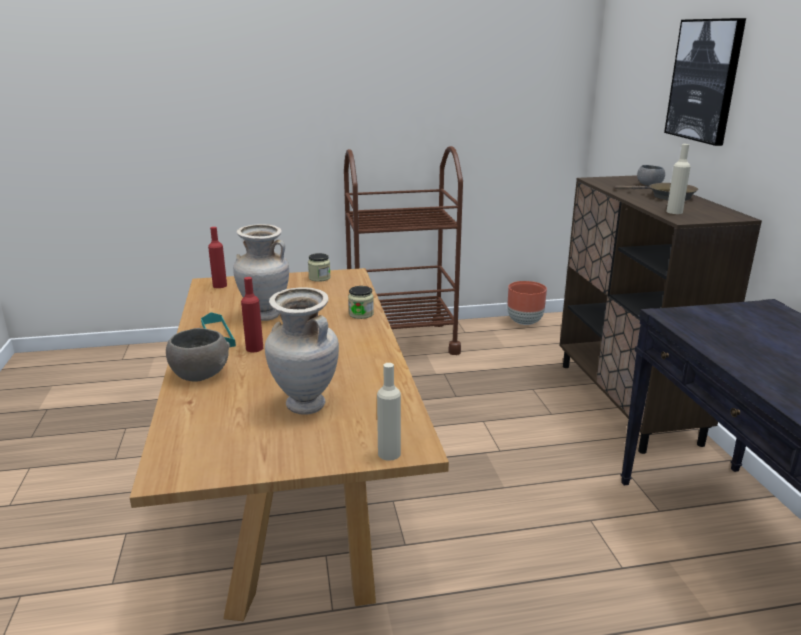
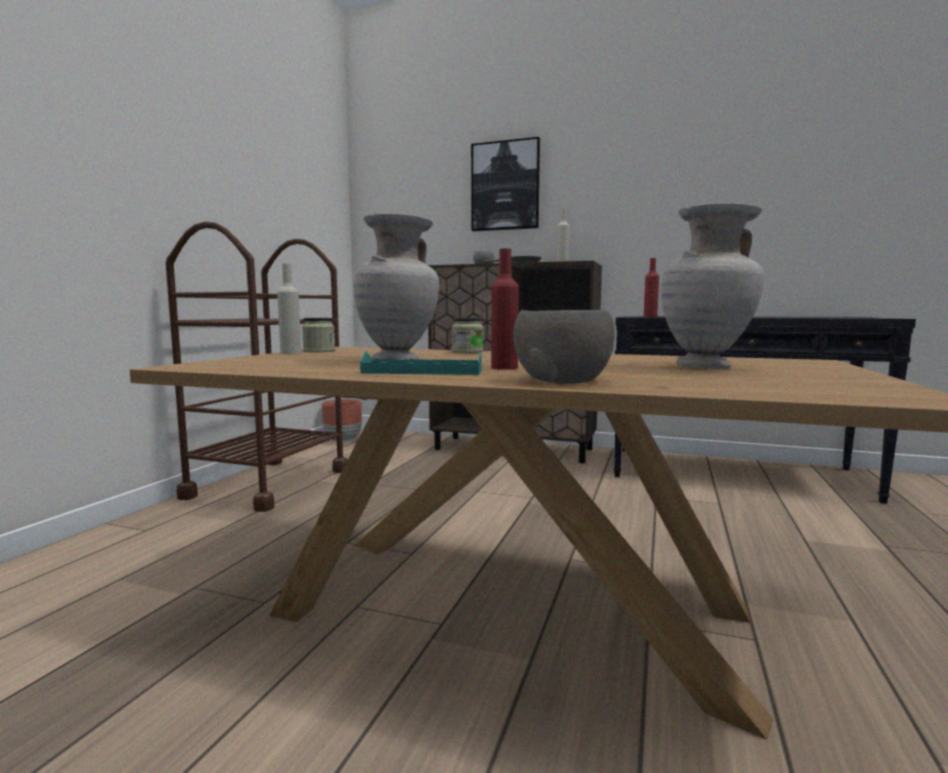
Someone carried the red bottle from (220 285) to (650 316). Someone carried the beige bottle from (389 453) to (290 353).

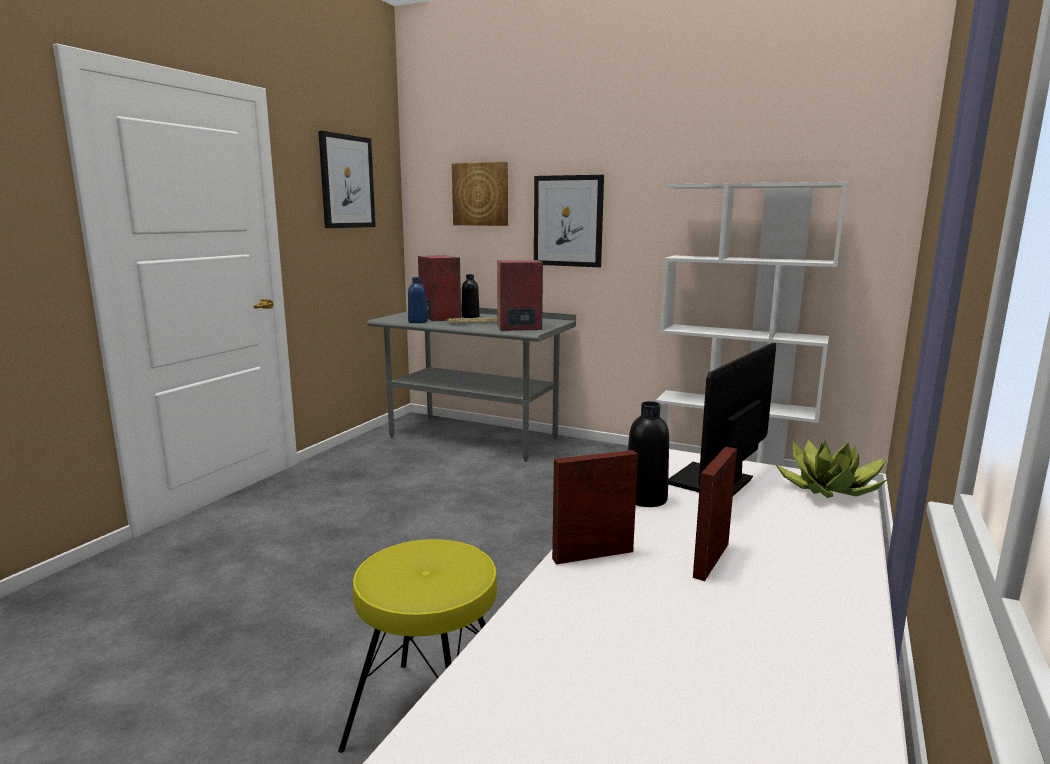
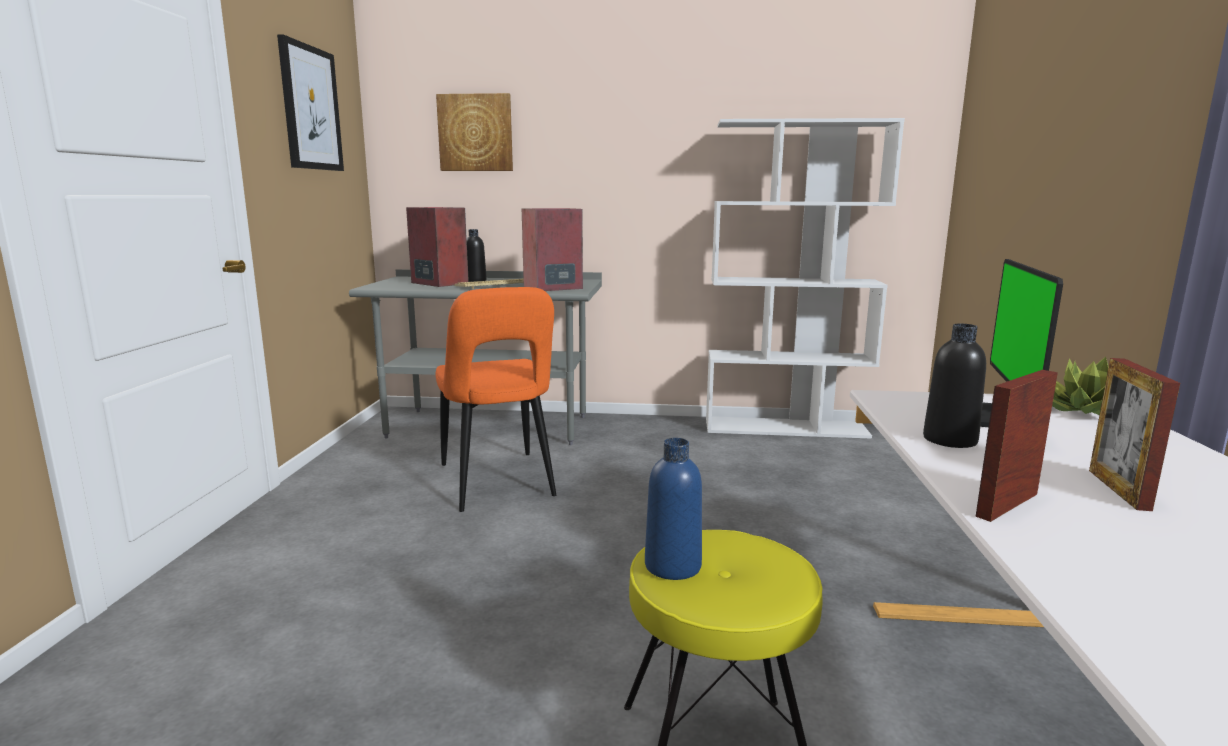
Someone took away the picture at (568 221). Someone put down the orange chair at (498 483). Someone carried the blue bottle from (417 322) to (672 566).

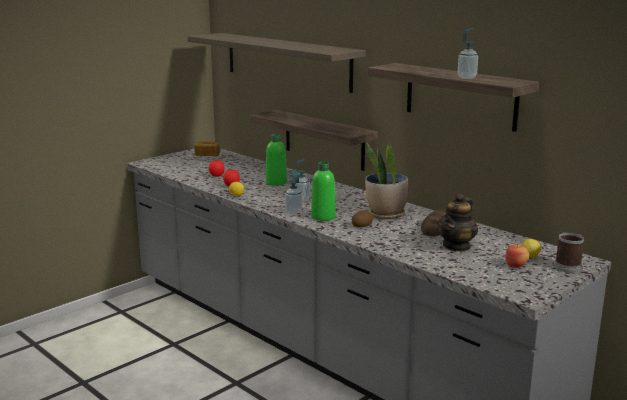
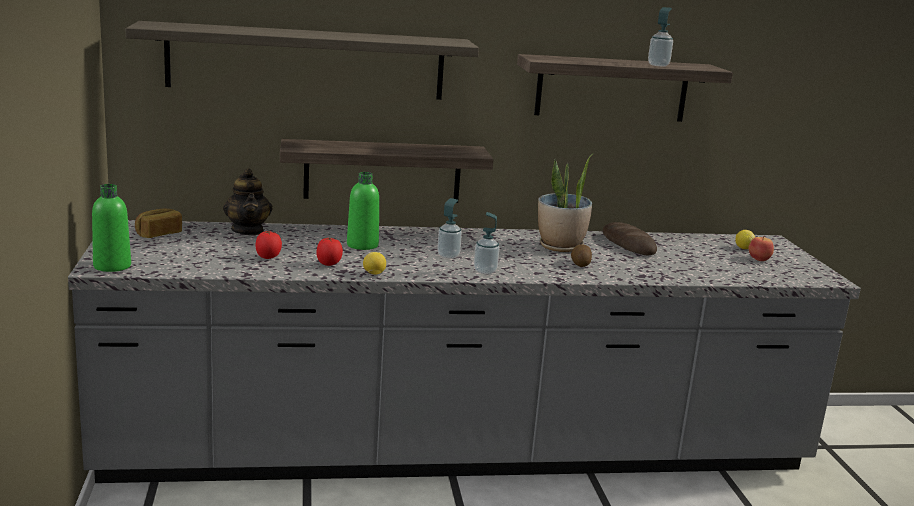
Someone took away the mug at (566 266). Someone carried the green bottle from (323 217) to (112 266). Someone carried the teapot from (457 246) to (248 231).

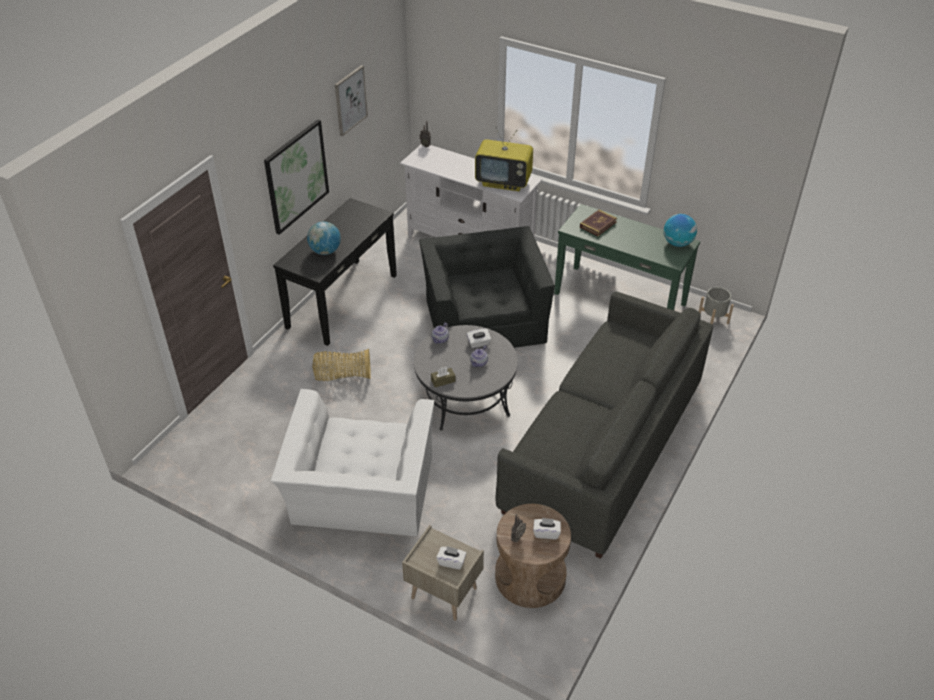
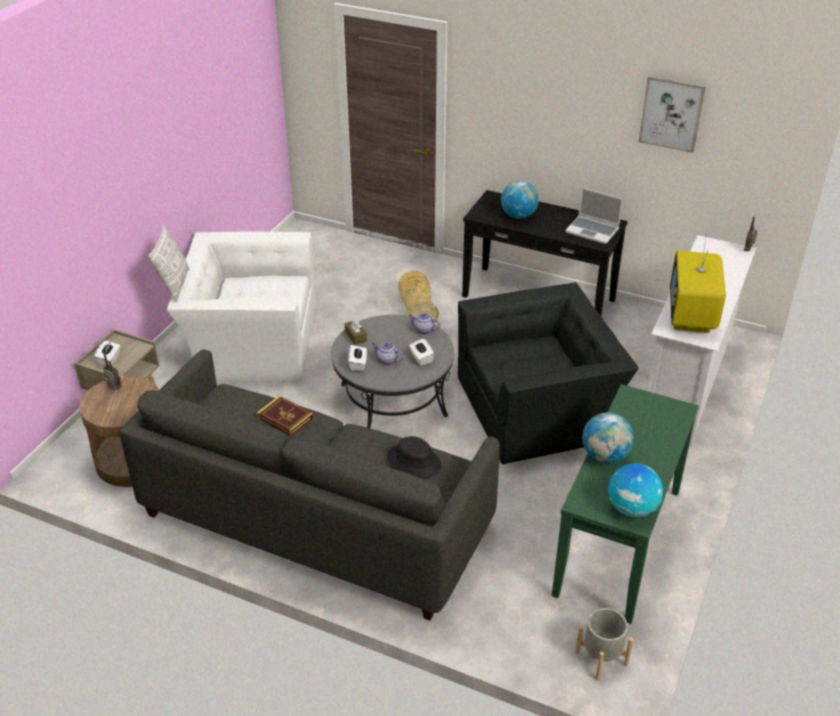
Someone took away the picture at (296 176). Someone put down the pillow at (174 285). Someone put down the black hat at (414 462). Someone put down the laptop at (593 231). Someone put down the globe at (605 456). Someone carried the white tissue box from (546 533) to (358 364). Someone carried the book from (598 225) to (285 418).

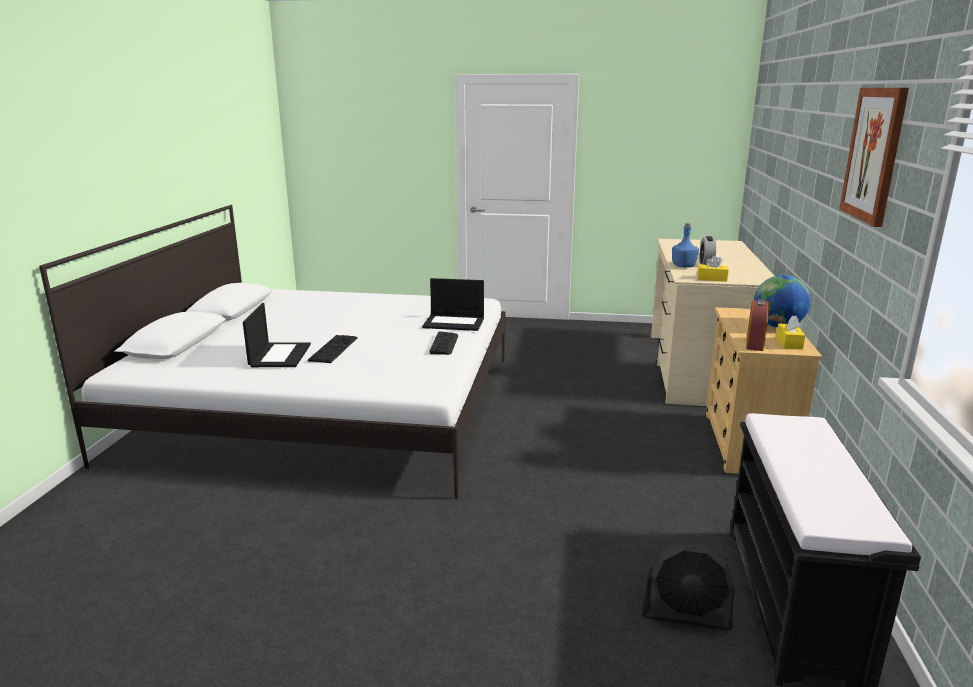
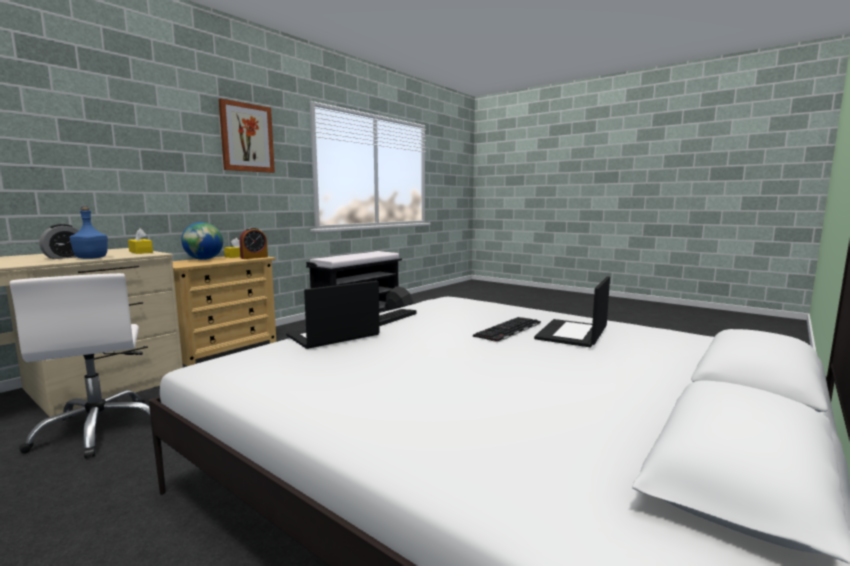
Someone put down the white office chair at (99 430). Someone rotated the laptop at (454 323) by 75 degrees counterclockwise.

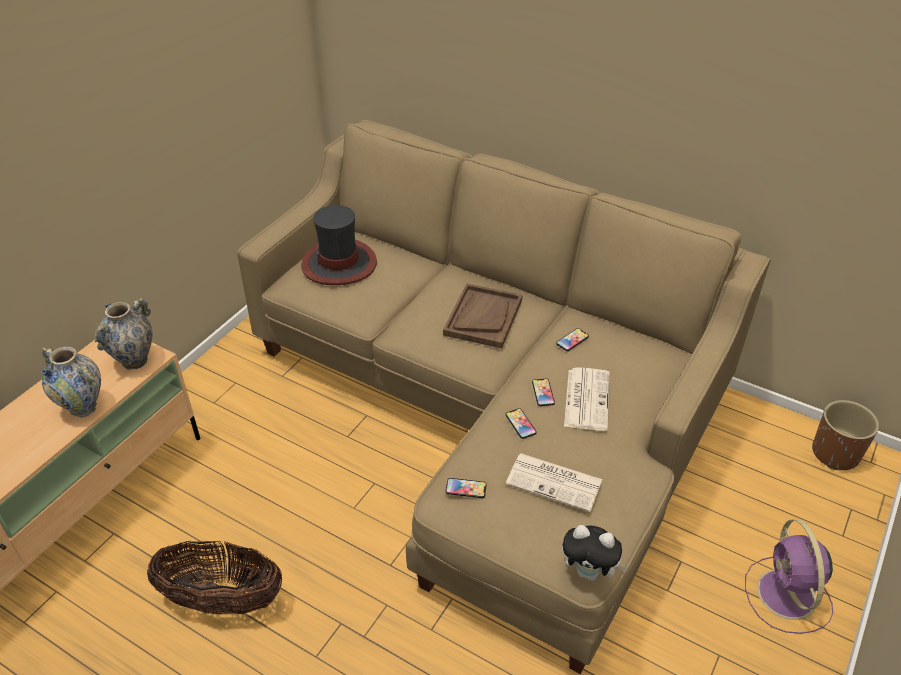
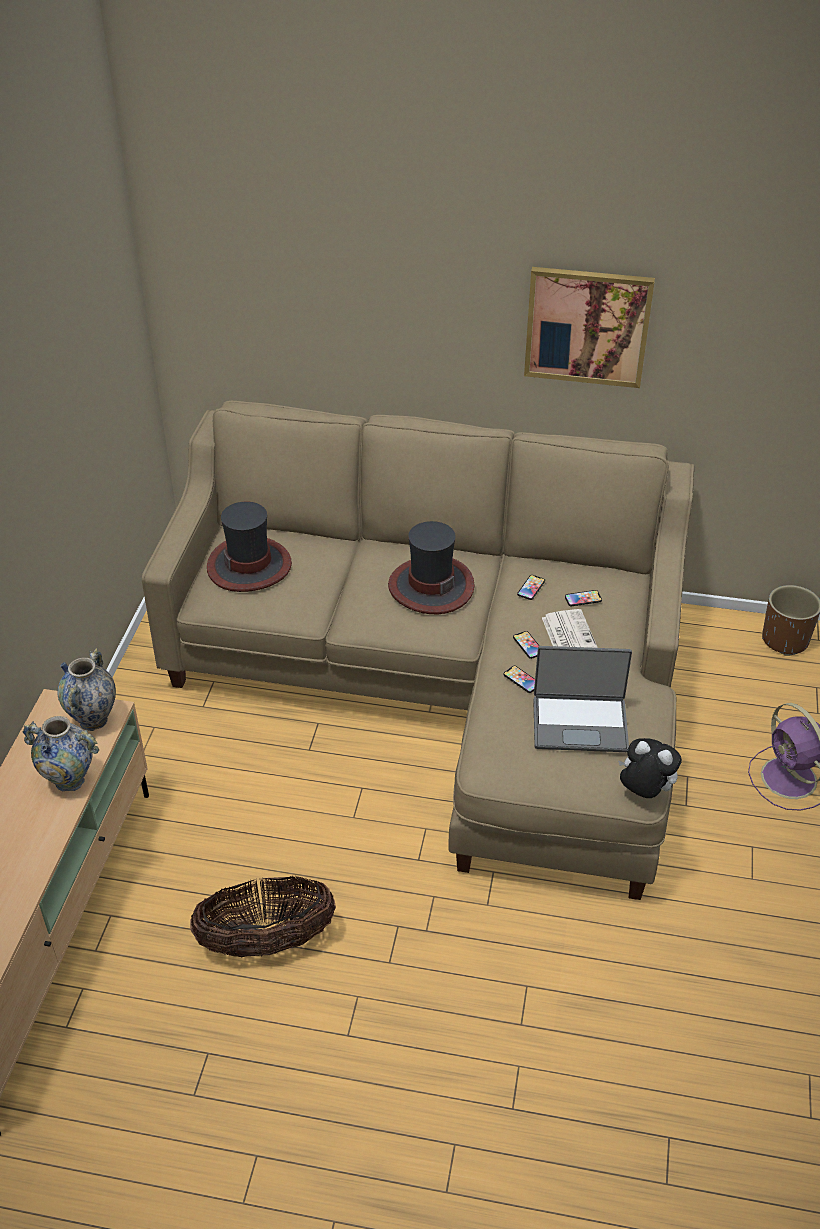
Someone put up the picture at (587 326). Someone carried the phone from (466 488) to (583 599). Someone swapped the brown tray at (483 317) for the hat at (430 586). Someone swapped the newspaper at (555 482) for the laptop at (580 723). Someone rotated the plush toy at (589 572) by 150 degrees counterclockwise.

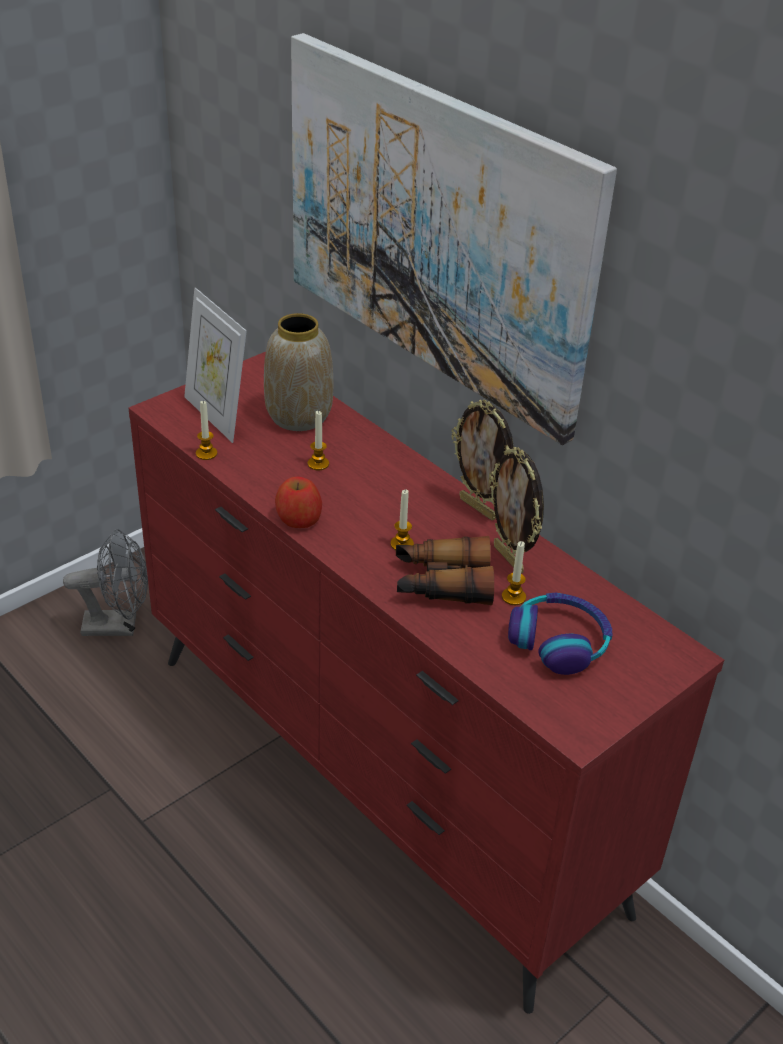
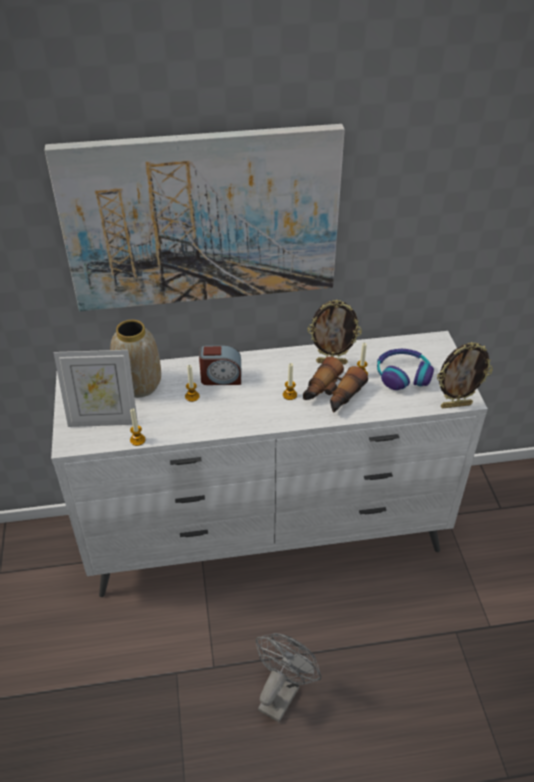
Someone took away the apple at (298 518). Someone put down the alarm clock at (221 377). Someone carried the grey fan from (118 625) to (282 692). Someone carried the picture frame from (478 508) to (455 405). Someone repainted the red dresser at (380 781), which became the white dresser at (268 537).

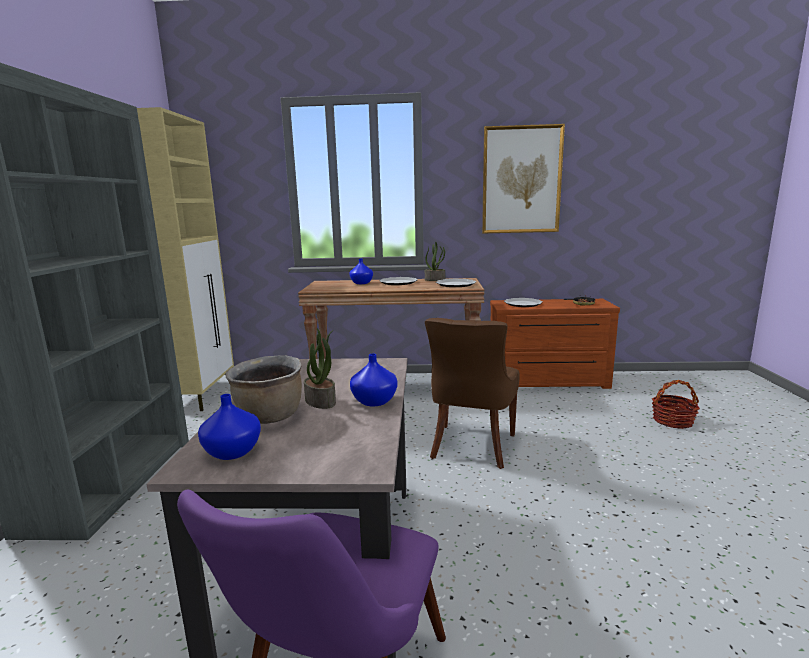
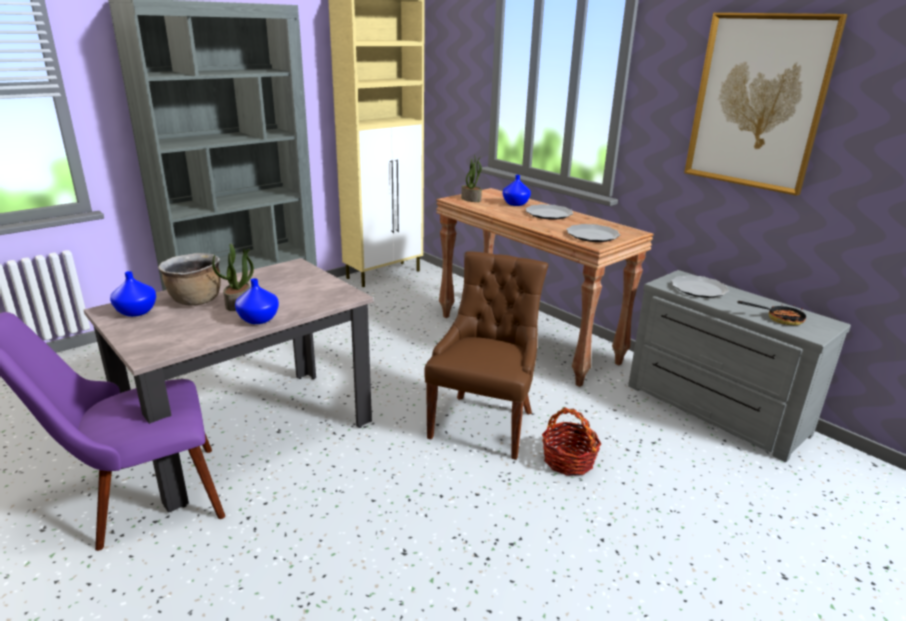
Someone carried the potted plant from (435 279) to (471 199). Someone carried the basket from (672 421) to (568 460). Someone repainted the brown dresser at (548 382), which became the grey dresser at (713 411). Someone rotated the brown chair at (471 447) by 135 degrees clockwise.

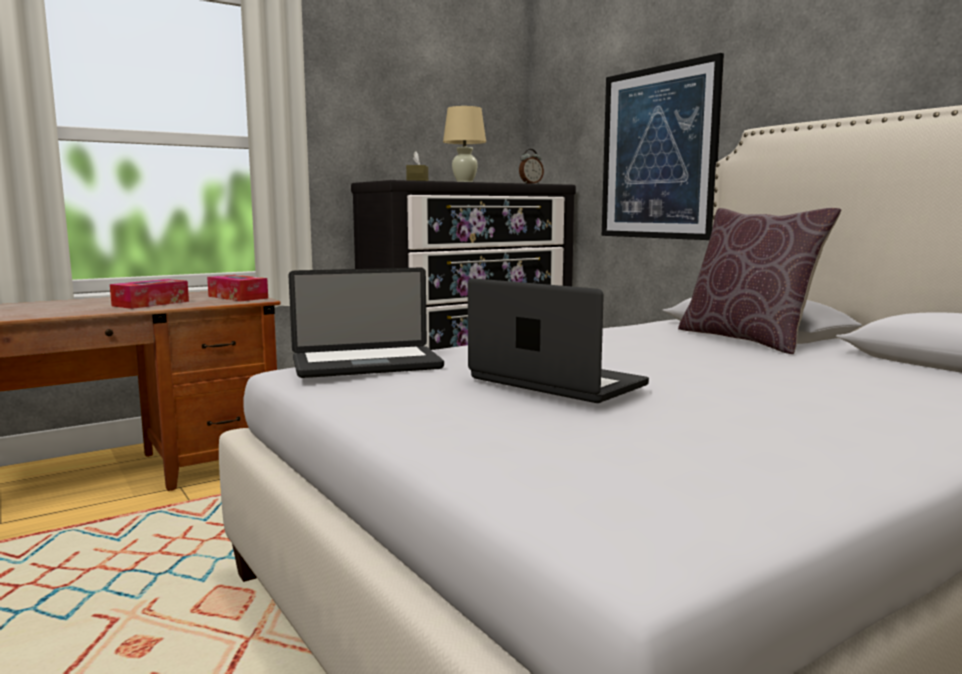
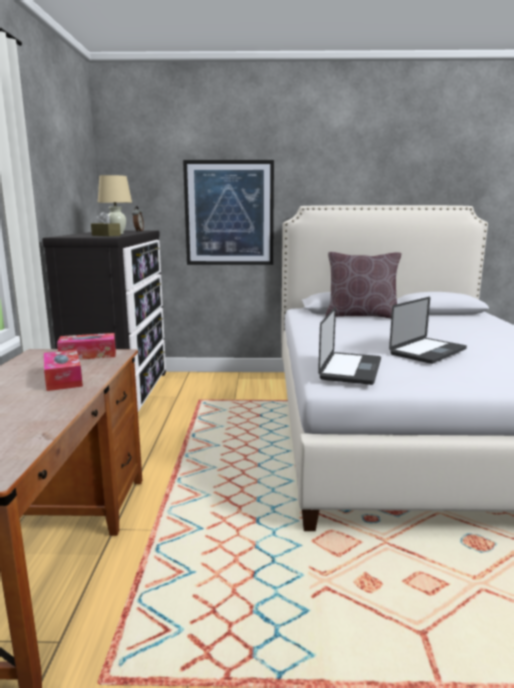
Someone rotated the laptop at (556 382) by 150 degrees clockwise.

